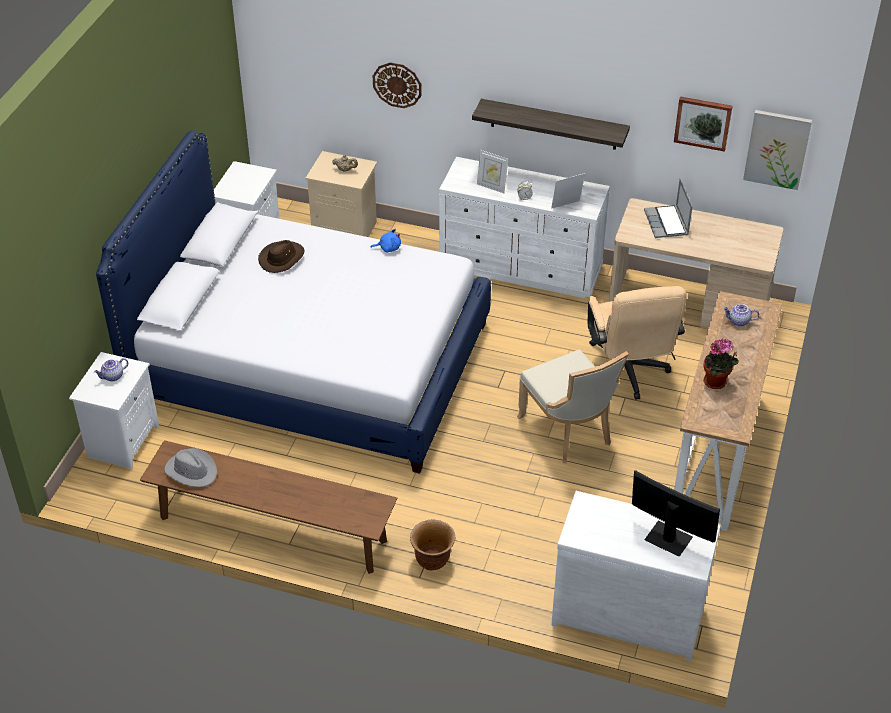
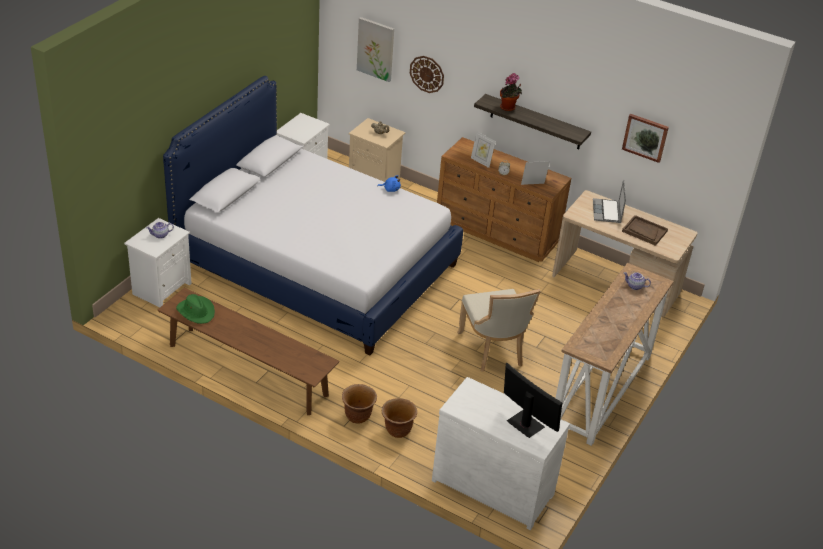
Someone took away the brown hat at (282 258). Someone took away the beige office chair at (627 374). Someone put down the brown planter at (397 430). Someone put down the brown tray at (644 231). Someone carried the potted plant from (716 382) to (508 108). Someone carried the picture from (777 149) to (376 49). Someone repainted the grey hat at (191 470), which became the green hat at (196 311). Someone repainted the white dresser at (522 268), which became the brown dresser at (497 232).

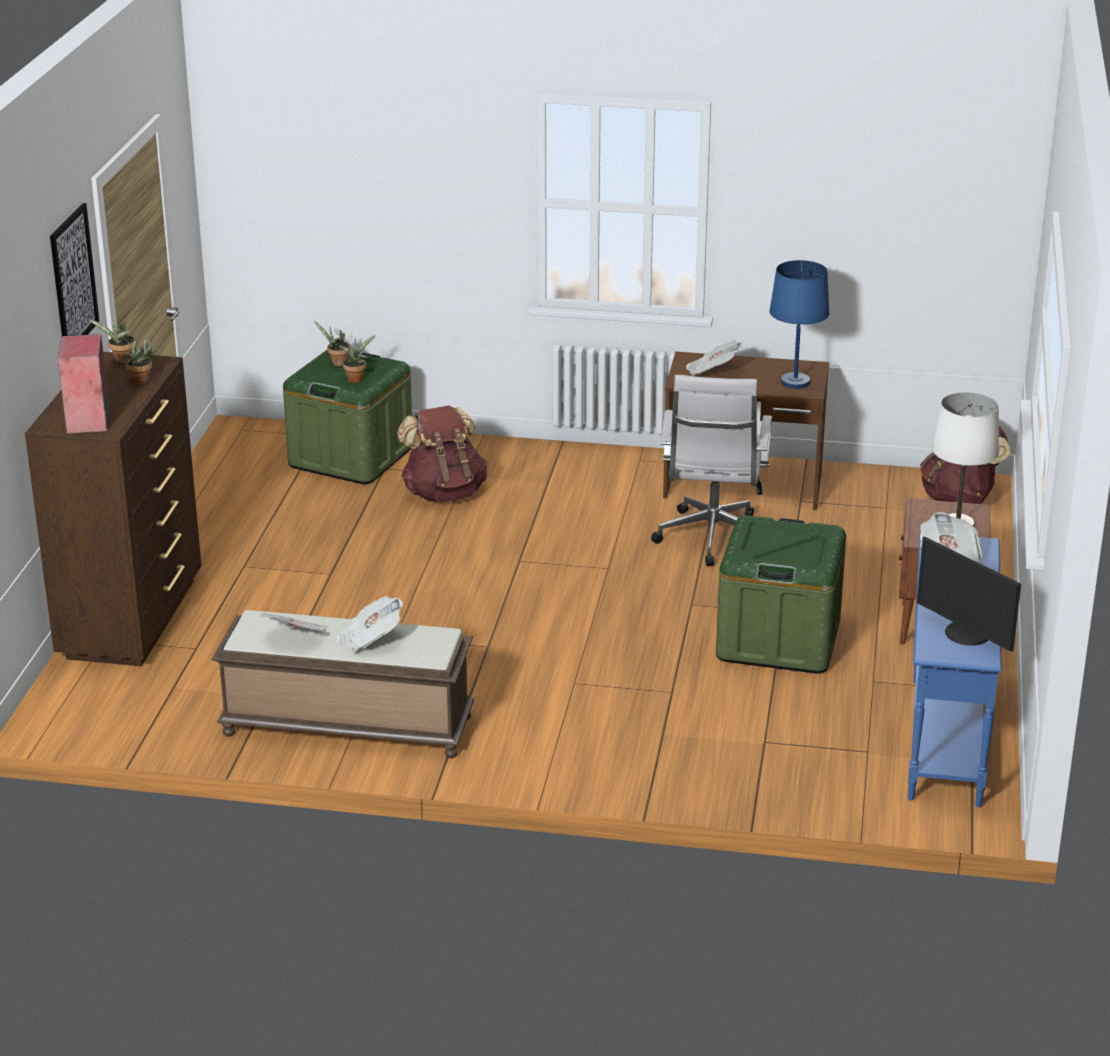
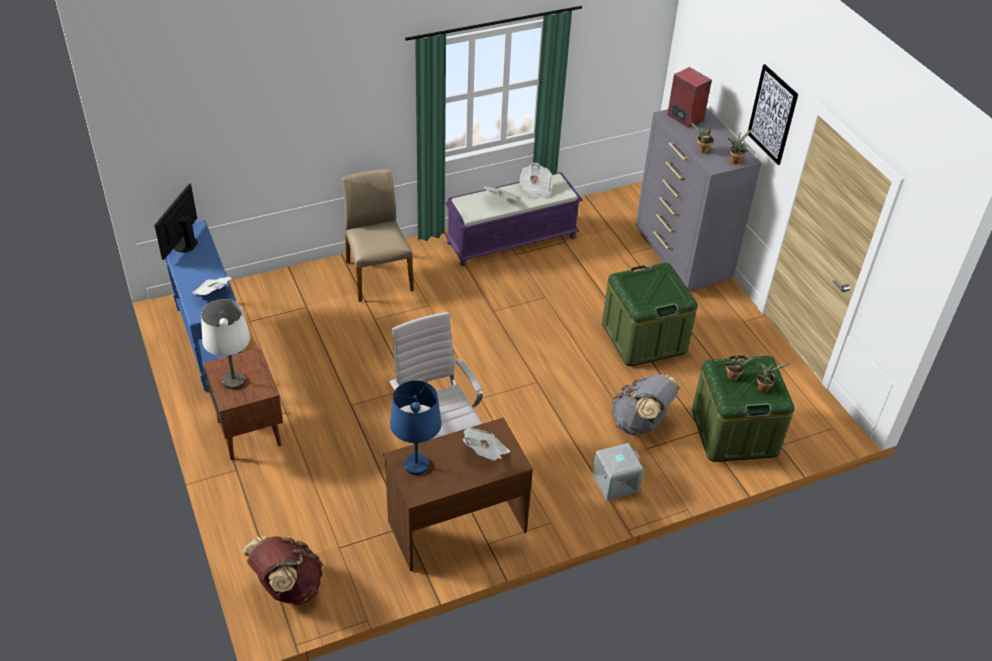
Someone put down the beige chair at (378 275). Someone put down the grey storage box at (615 483). Someone carried the green storage box from (778 640) to (644 338). Someone repainted the brown dresser at (133 619), which became the grey dresser at (681 257). Someone repainted the brown bench at (345 726), which became the purple bench at (512 239). Someone repainted the brown backpack at (444 493), which became the grey backpack at (640 423). Someone rotated the monitor at (966 634) by 90 degrees counterclockwise.

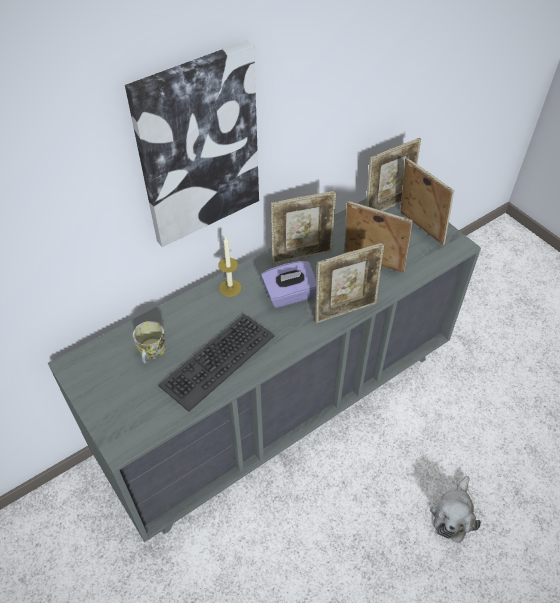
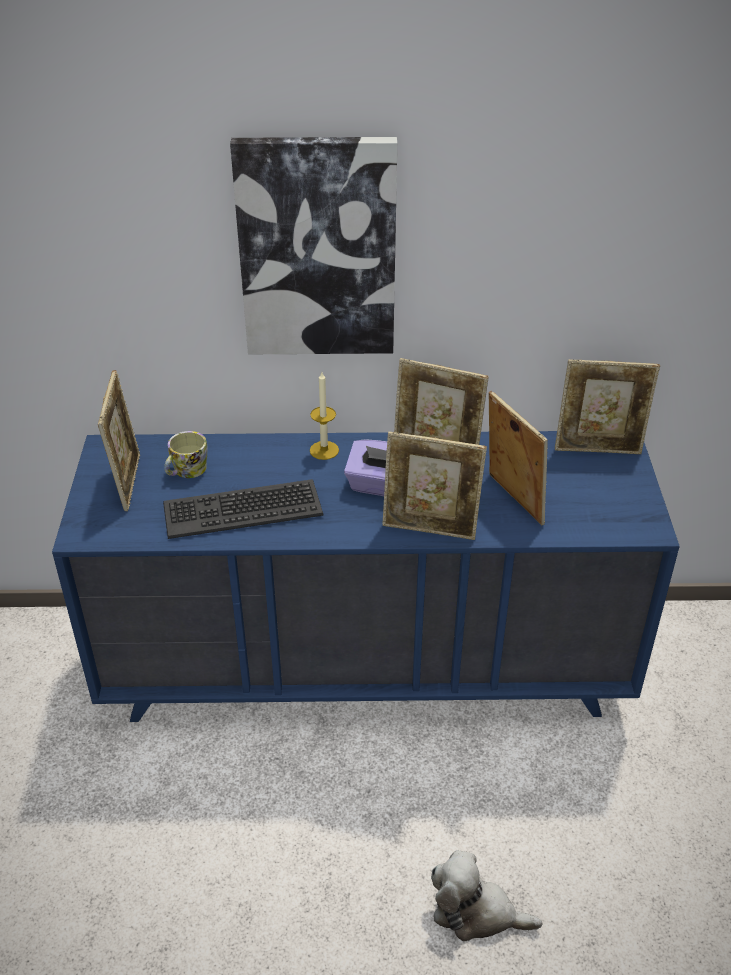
Someone carried the picture frame from (419 229) to (128 482). Someone repainted the grey dresser at (280 405), which became the blue dresser at (367 667). Someone rotated the plush toy at (453 514) by 45 degrees clockwise.

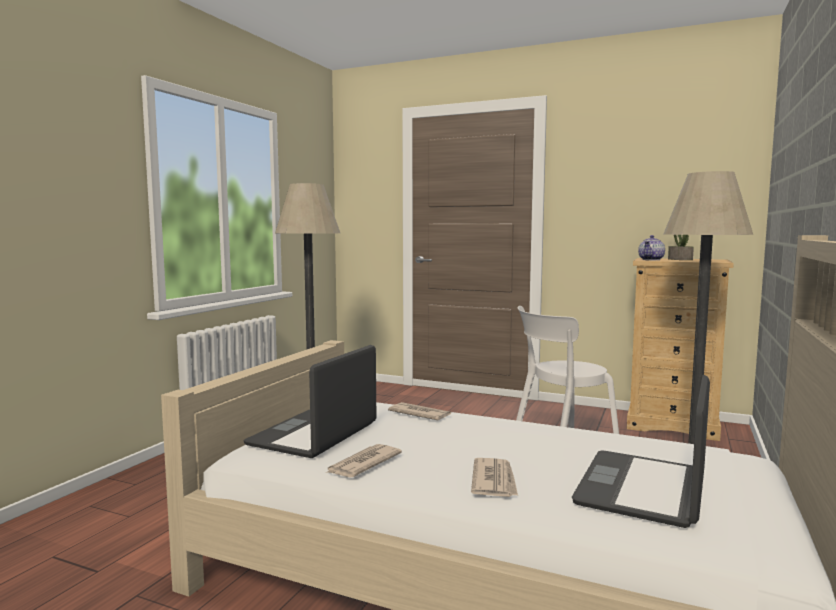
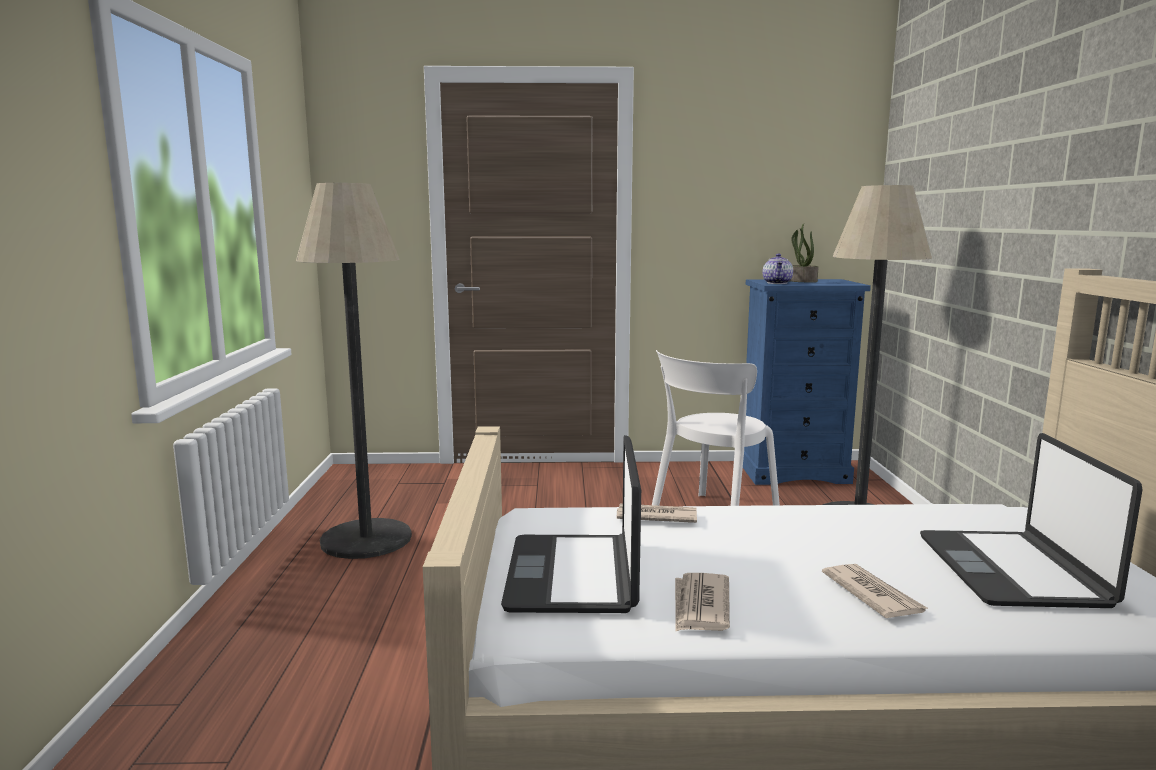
Someone repainted the beige dresser at (672 425), which became the blue dresser at (793 472).

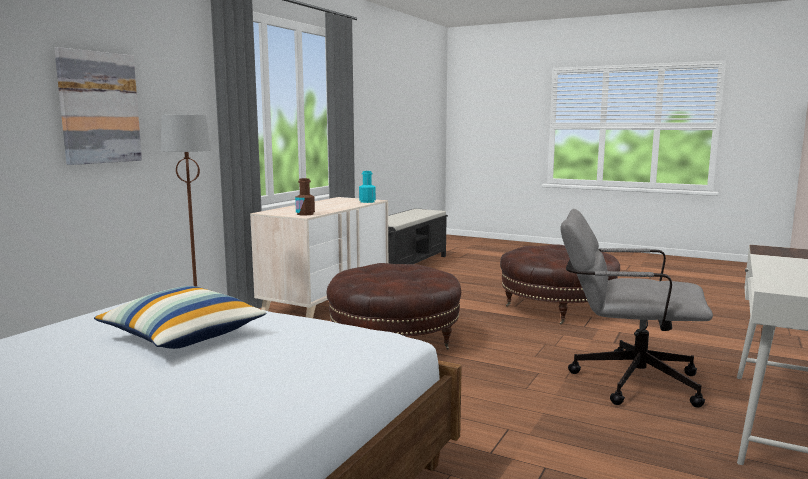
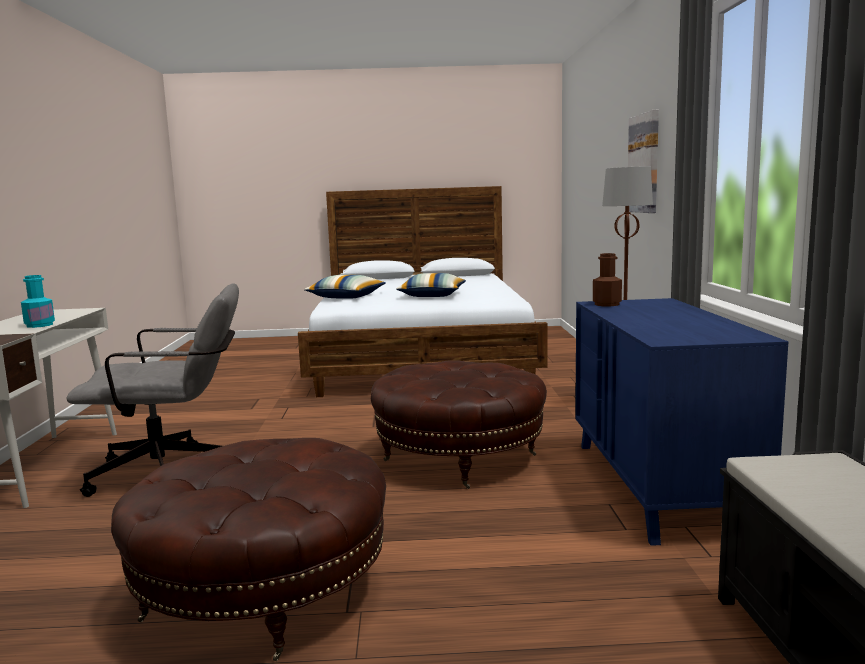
Someone put down the pillow at (346 297). Someone carried the turquoise bottle from (367 201) to (39 325). Someone repainted the beige dresser at (327 303), which became the blue dresser at (658 486).

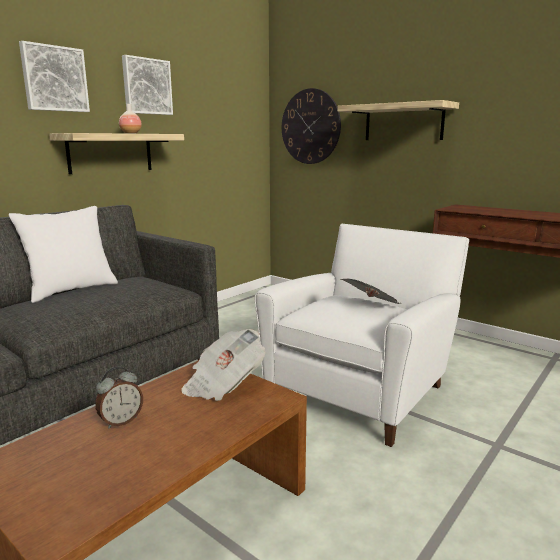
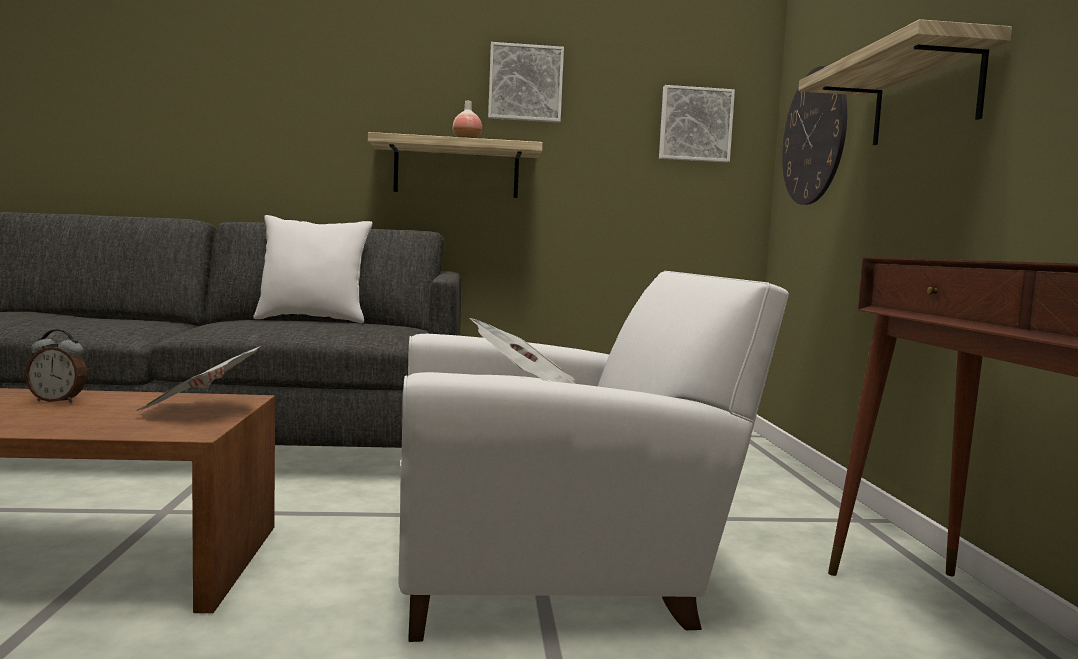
Someone carried the picture from (54 79) to (695 125).

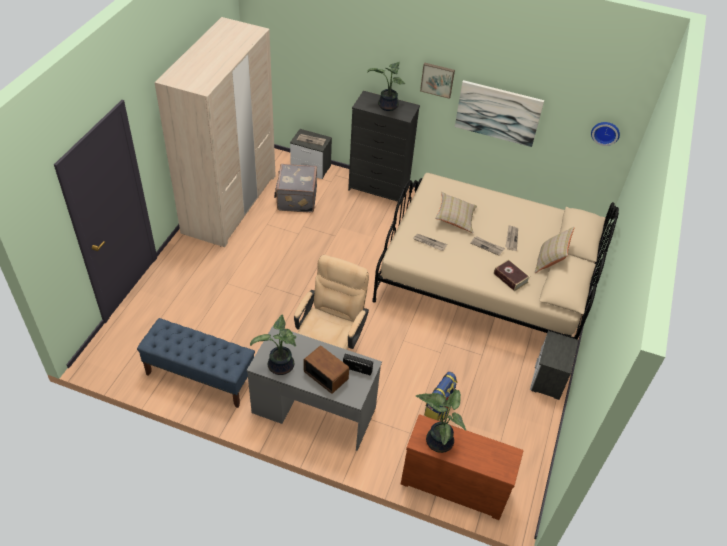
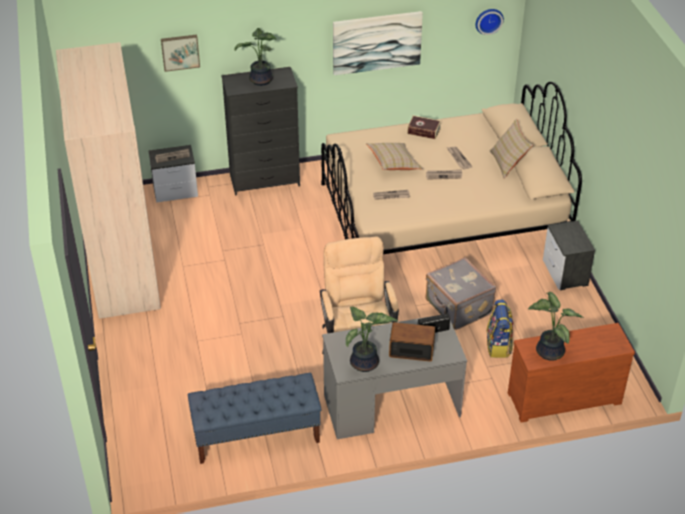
Someone carried the grey suitcase from (296 199) to (458 308). Someone carried the picture from (437 79) to (180 52). Someone carried the book from (510 278) to (423 131).

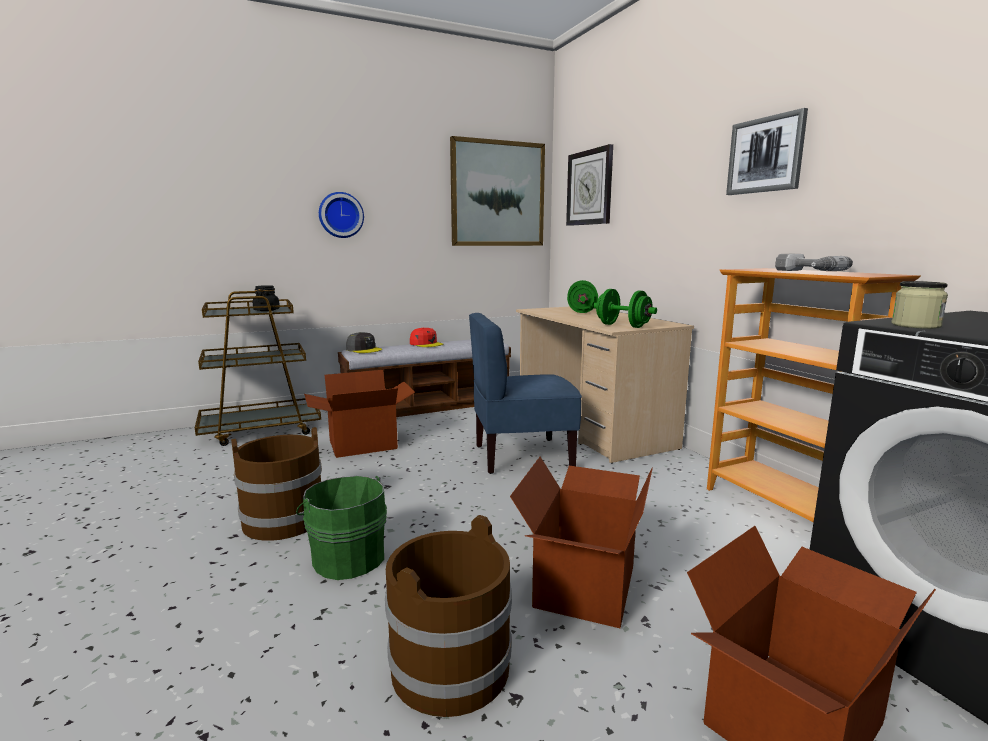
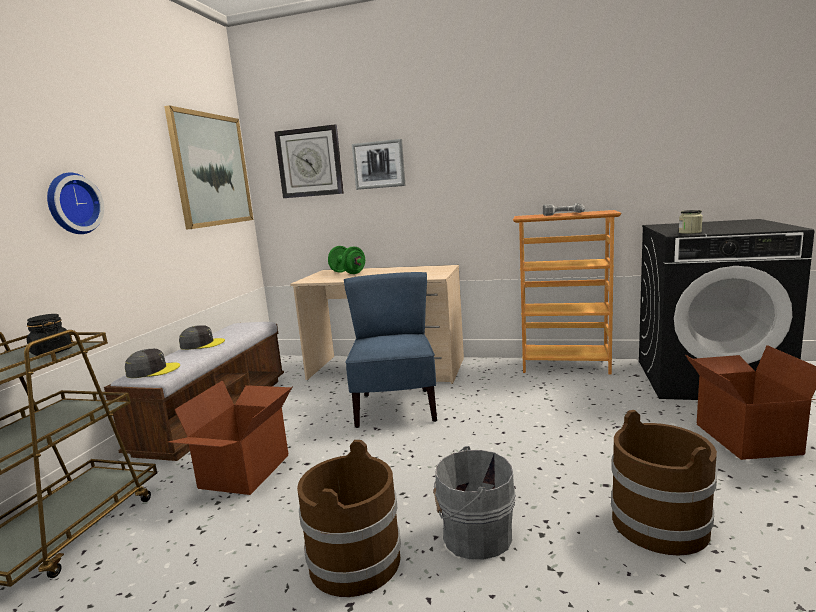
Someone took away the cardboard box at (583 585). Someone took away the green dumbbell at (623 326). Someone carried the picture from (765 155) to (379 164). Someone repainted the green bucket at (347 557), which became the grey bucket at (473 535). Someone repainted the red cap at (426 344), which became the grey cap at (202 344). Someone rotated the blue chair at (522 456) by 150 degrees clockwise.

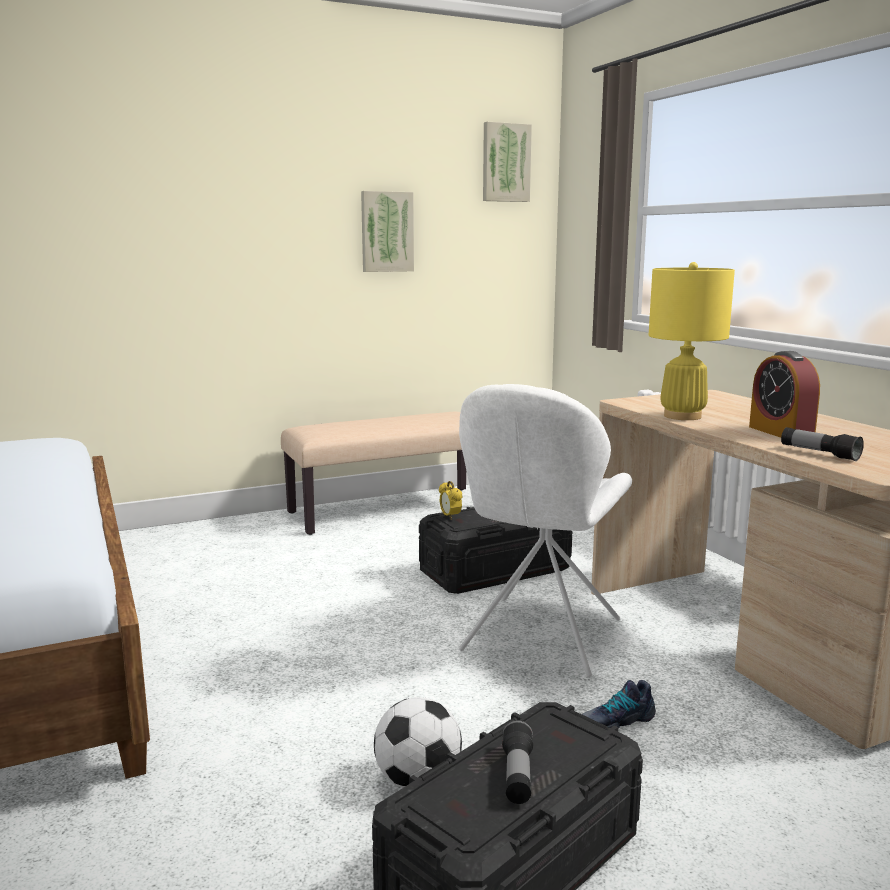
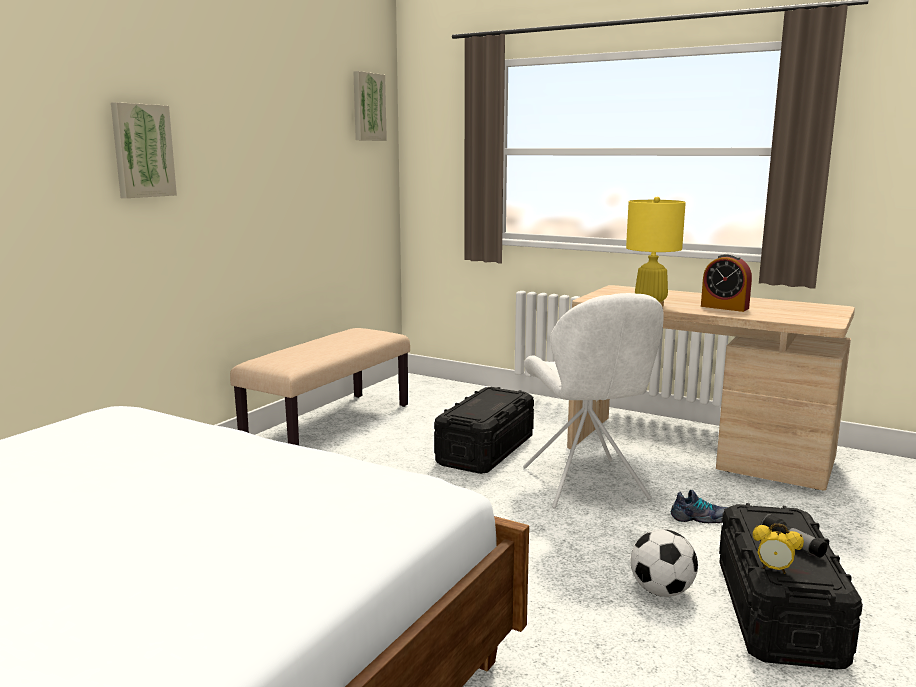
Someone took away the flashlight at (819 453). Someone carried the picture from (386 232) to (142 151). Someone carried the alarm clock from (450 517) to (774 569). Someone rotated the shoe at (615 721) by 120 degrees counterclockwise.

